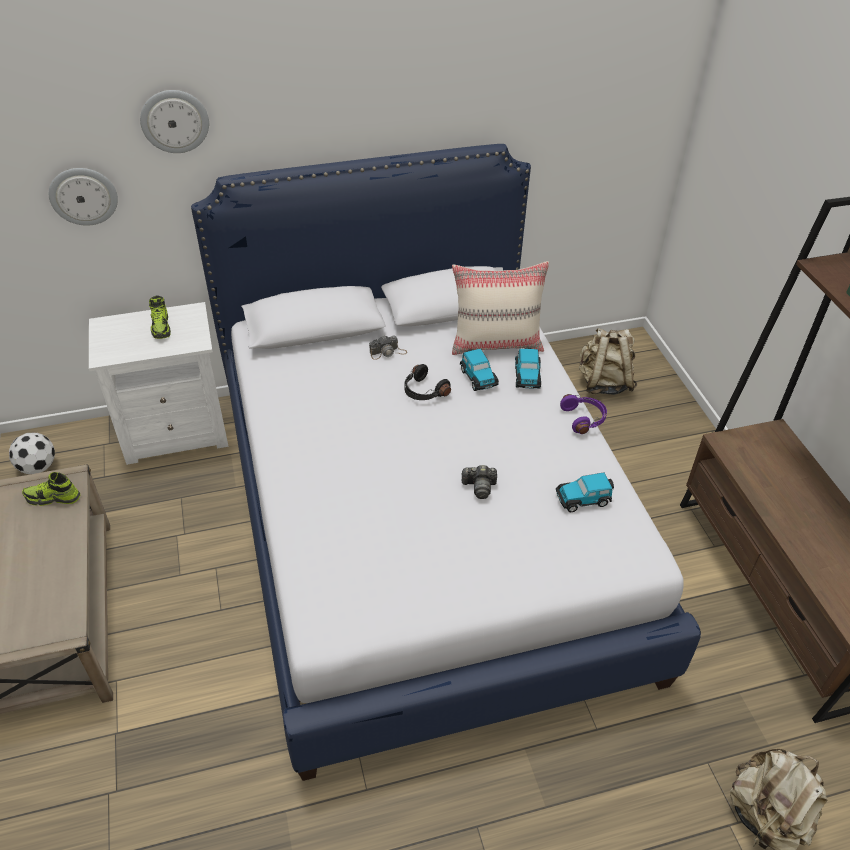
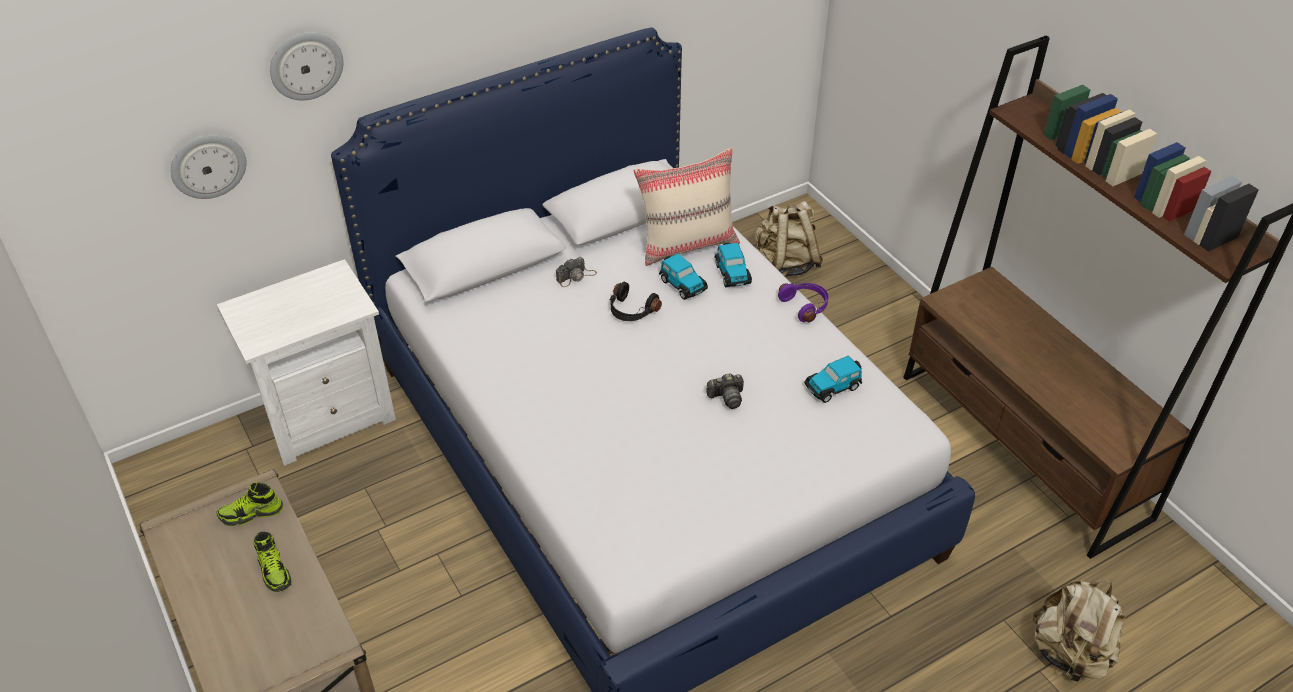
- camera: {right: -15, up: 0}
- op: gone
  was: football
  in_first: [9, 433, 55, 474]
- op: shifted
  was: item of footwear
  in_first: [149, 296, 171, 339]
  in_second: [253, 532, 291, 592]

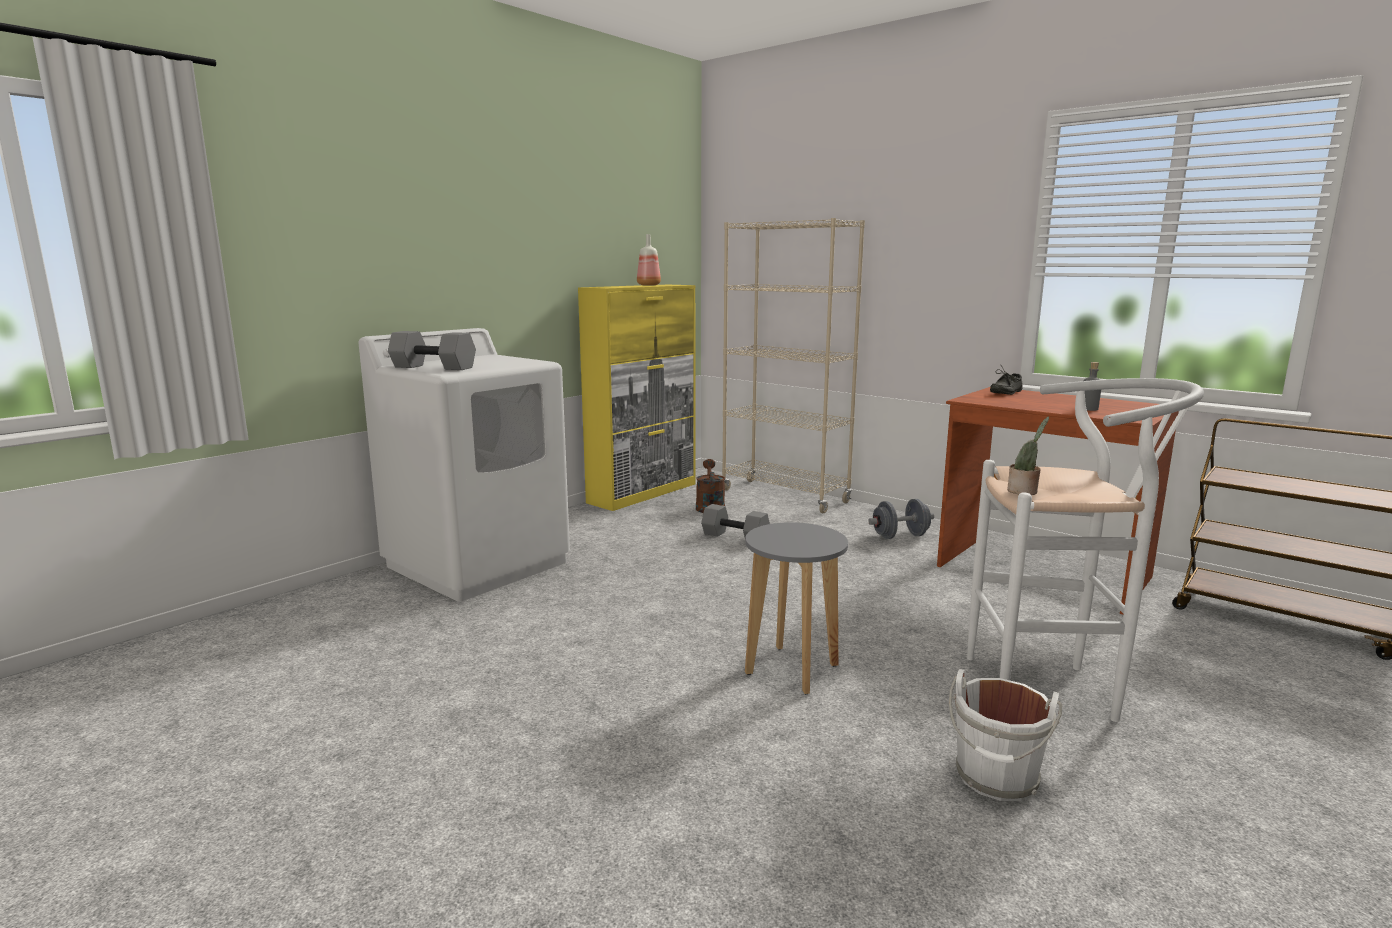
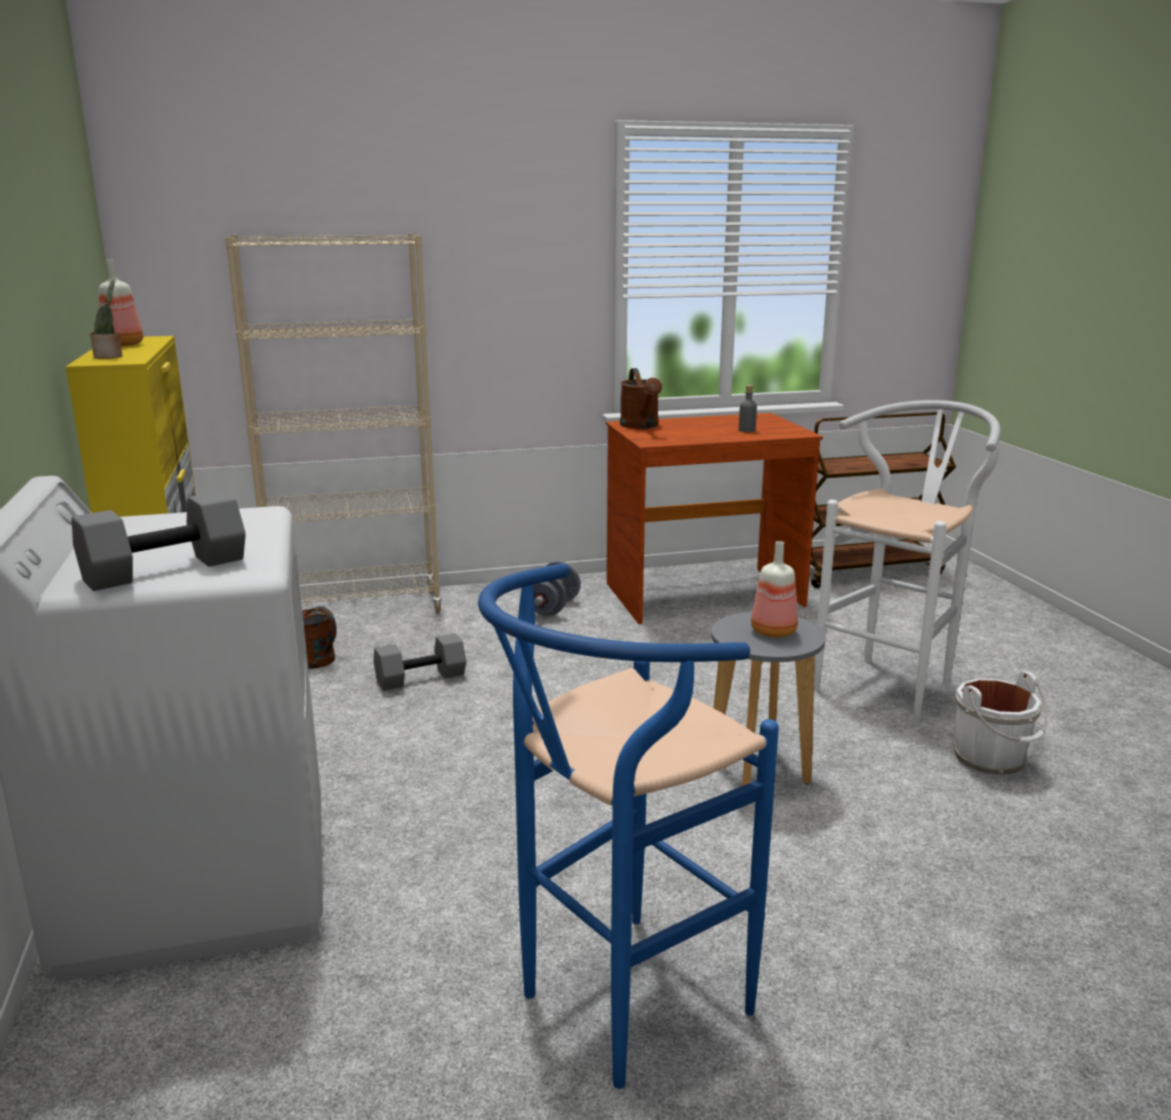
- camera: {right: -55, up: 5}
- op: swapped
  was: gray item of footwear
  now: brown watering pot
  in_first: [990, 365, 1023, 395]
  in_second: [620, 368, 662, 429]
- op: shifted
  was: houseplant
  in_first: [1007, 417, 1049, 495]
  in_second: [90, 279, 122, 358]
- op: new
  now: blue stool seat
  in_second: [478, 564, 779, 1089]
- op: new
  now: beverage bottle
  in_second: [751, 541, 798, 638]

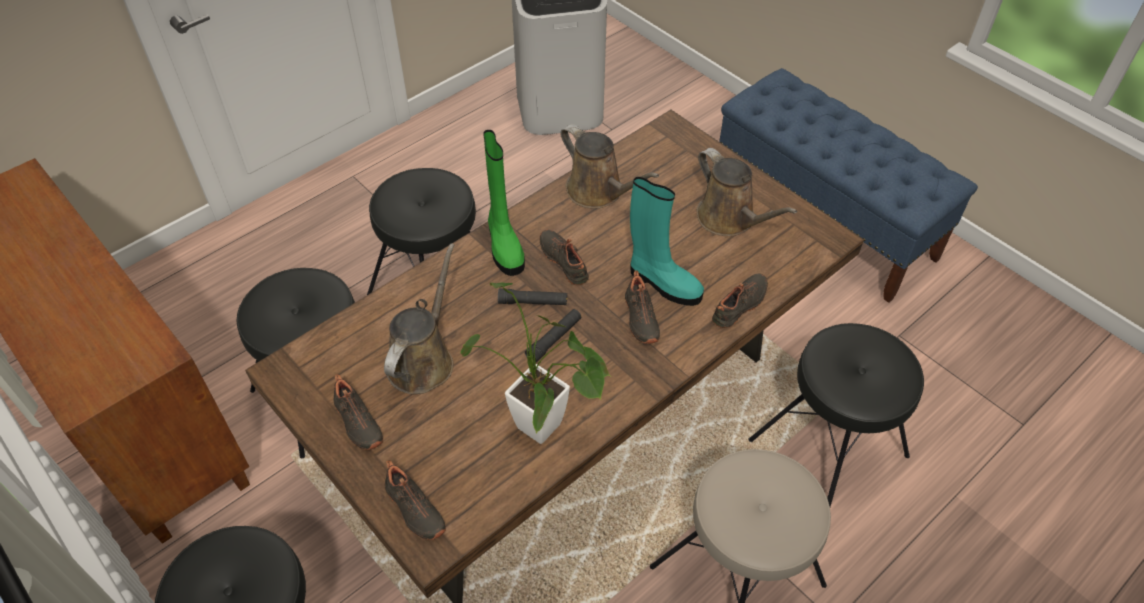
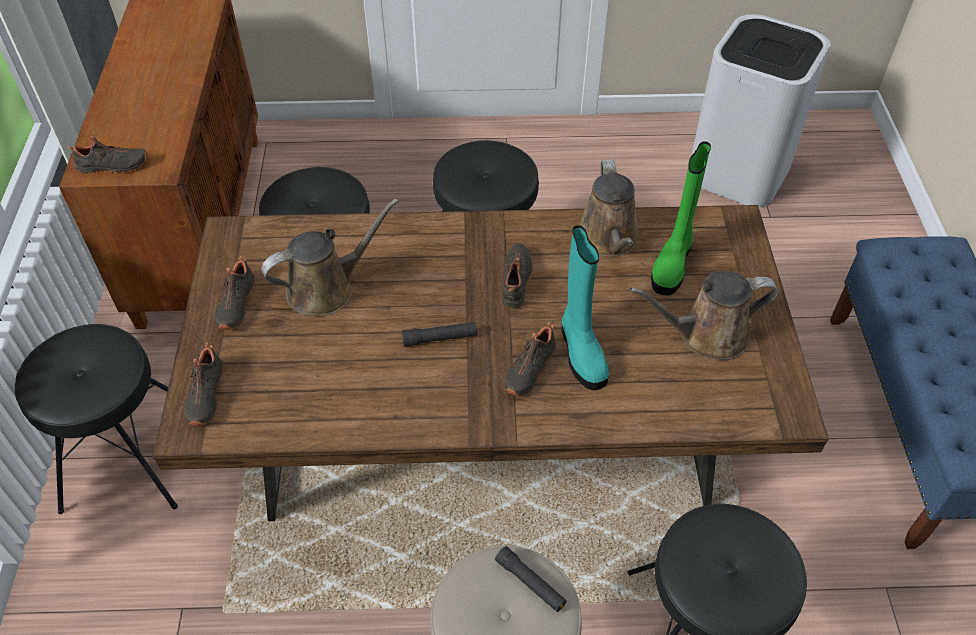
- camera: {right: 40, up: 0}
- op: gone
  was: houseplant
  in_first: [460, 282, 611, 444]
- op: shifted
  was: greenish high-top boot
  in_first: [483, 130, 525, 276]
  in_second: [651, 141, 711, 295]
- op: shifted
  was: black torch
  in_first: [498, 288, 567, 305]
  in_second: [495, 546, 566, 612]
- op: rotated
  was: brown watering pot
  in_first: [696, 148, 797, 236]
  in_second: [630, 271, 779, 360]
  clockwise: 75
- op: shifted
  was: black item of footwear
  in_first: [712, 273, 768, 328]
  in_second: [67, 136, 147, 174]

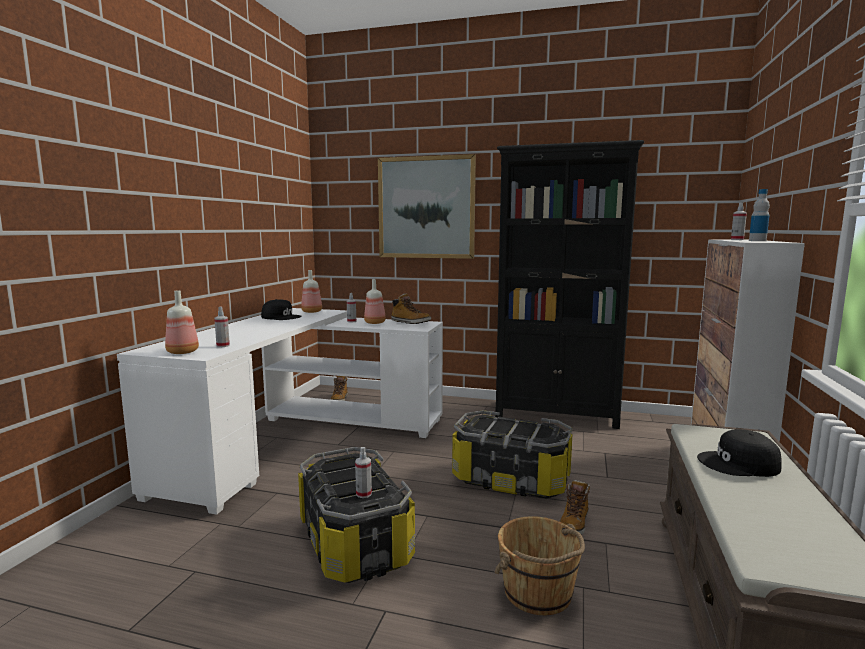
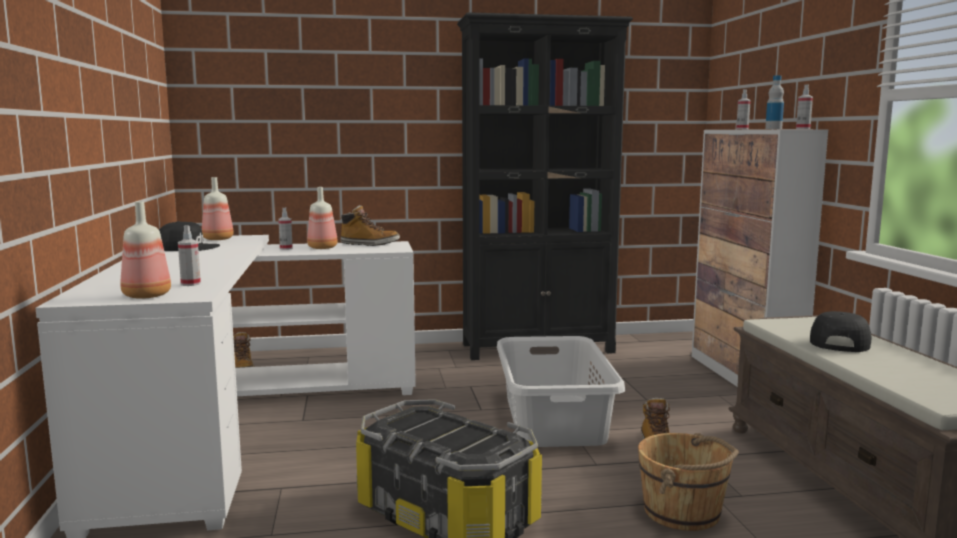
- camera: {right: -25, up: 0}
- op: shifted
  was: sprayer
  in_first: [355, 447, 372, 498]
  in_second: [796, 84, 813, 129]
- op: gone
  was: wall picture
  in_first: [378, 154, 476, 259]
- op: swapped
  was: storage box
  now: gray hamper
  in_first: [452, 410, 573, 499]
  in_second: [497, 336, 625, 447]
- op: rotated
  was: black peaked cap
  in_first: [697, 429, 782, 477]
  in_second: [810, 311, 872, 352]
  clockwise: 135

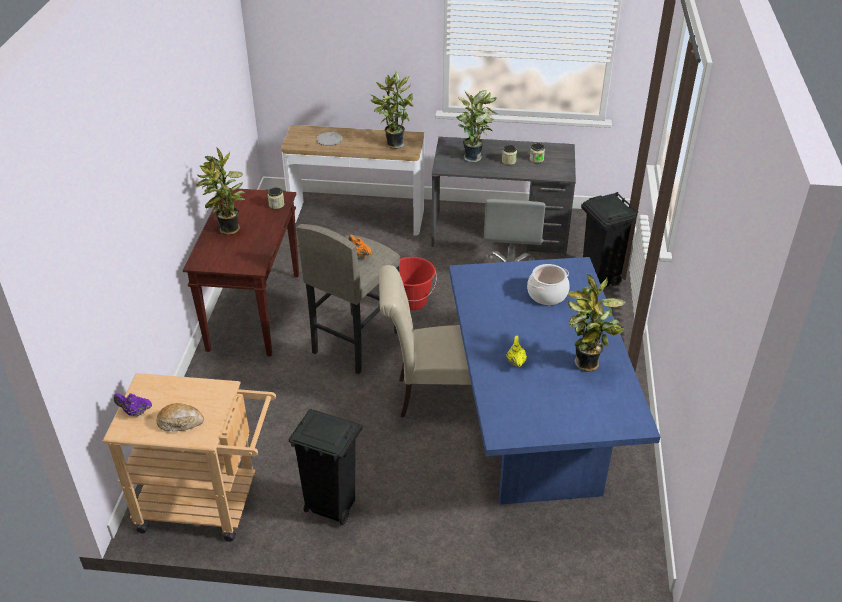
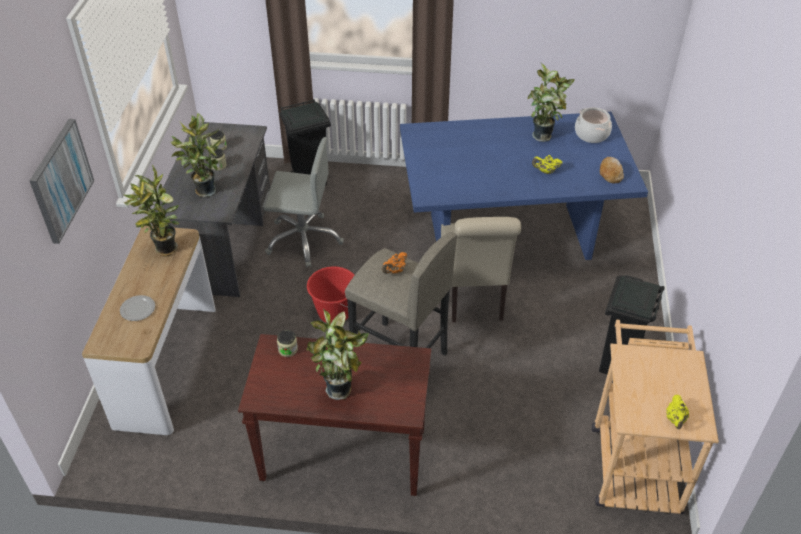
- camera: {right: -90, up: 5}
- op: repainted
  was: purple-coloured teapot
  now: yellow-coloured teapot
  in_first: [114, 393, 152, 417]
  in_second: [666, 395, 689, 429]
- op: shifted
  was: baked bread
  in_first: [156, 403, 204, 431]
  in_second: [600, 157, 624, 183]
- op: shifted
  was: cooking pot
  in_first: [527, 264, 569, 305]
  in_second: [575, 107, 612, 143]
- op: new
  now: wall picture
  in_second: [29, 119, 94, 244]

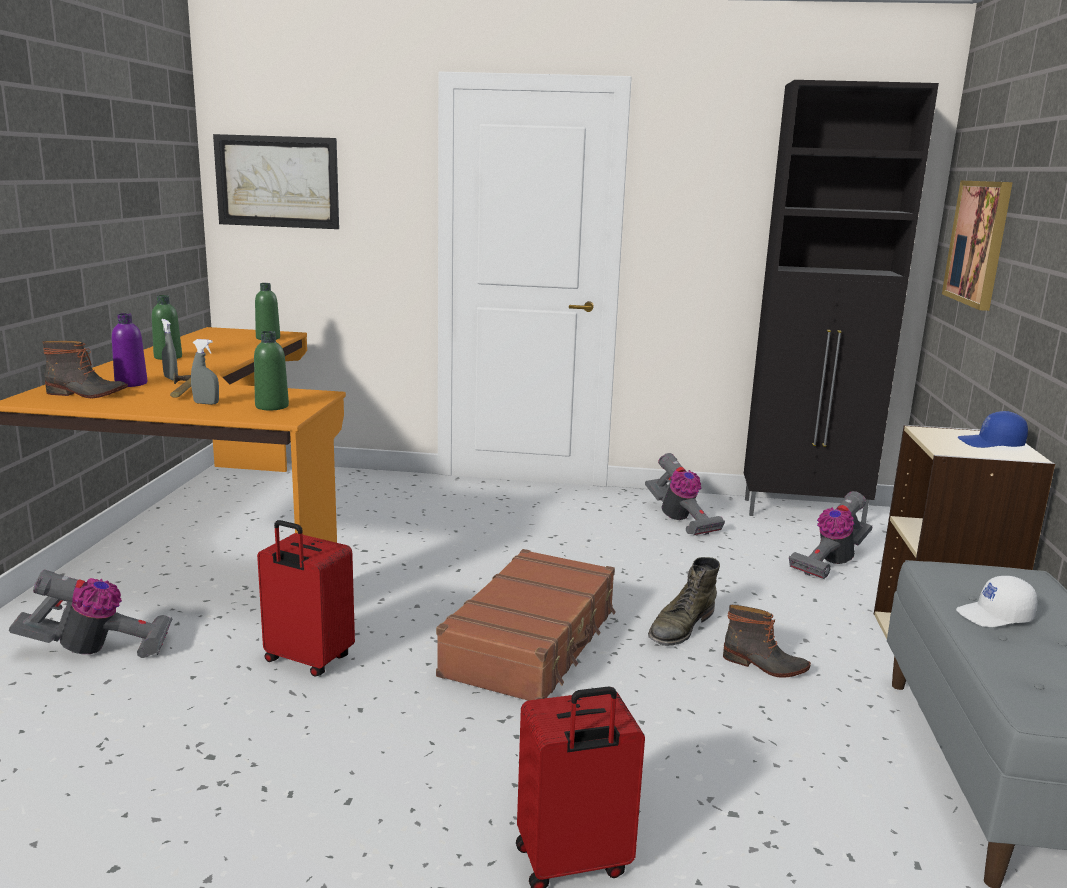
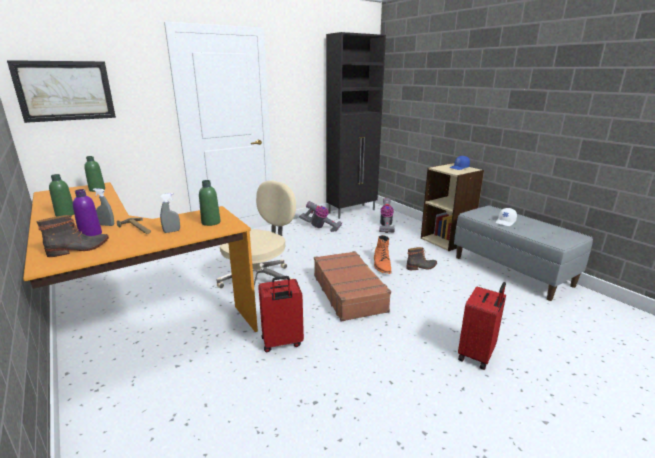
- camera: {right: -40, up: 5}
- op: gone
  was: vacuum cleaner
  in_first: [9, 570, 172, 658]
- op: repainted
  was: greenish high-top boot
  now: orangey high-top boot
  in_first: [648, 557, 720, 646]
  in_second: [374, 235, 391, 274]
- op: gone
  was: wall picture
  in_first: [942, 181, 1013, 311]
- op: new
  now: sand-coloured computer chair
  in_second: [216, 180, 296, 289]

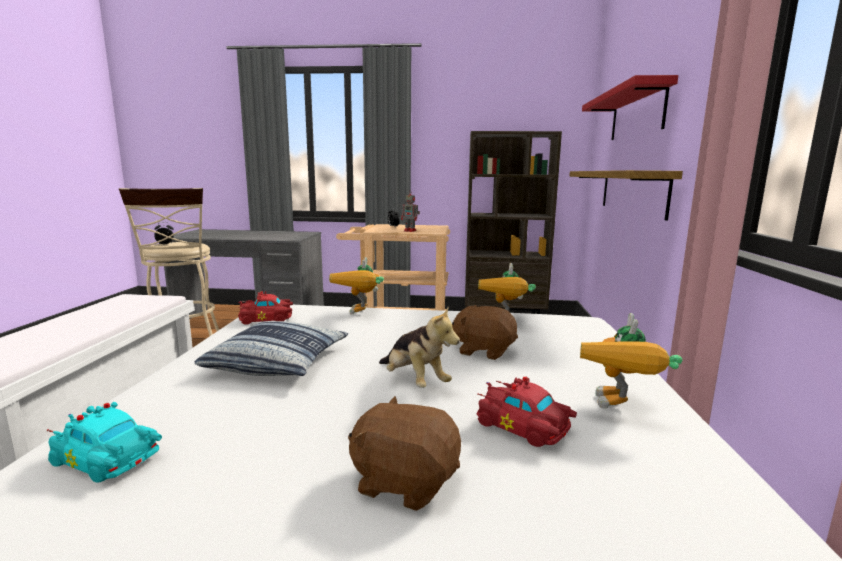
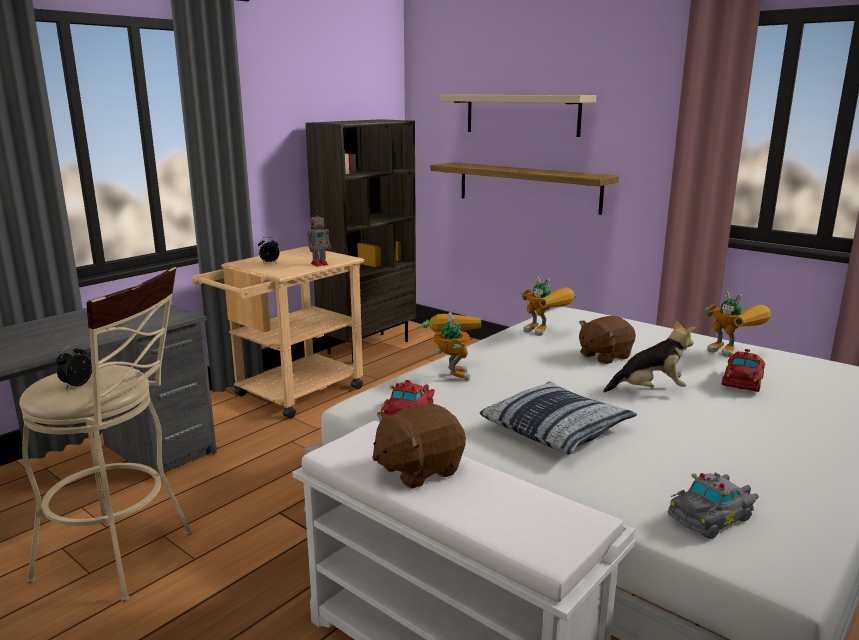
- camera: {right: -55, up: 5}
- op: repainted
  was: turquoise-coloured miniature car
  now: gray miniature car
  in_first: [47, 402, 162, 483]
  in_second: [668, 473, 759, 539]
- op: rotated
  was: model robot
  in_first: [329, 257, 384, 315]
  in_second: [422, 312, 481, 381]
  clockwise: -135
- op: shifted
  was: brown plush toy
  in_first: [348, 396, 461, 511]
  in_second: [372, 403, 466, 489]
- op: rotated
  was: reddish miniature car
  in_first: [477, 376, 577, 447]
  in_second: [722, 349, 765, 392]
  clockwise: -45
- op: repainted
  was: reddish bracket shelf
  now: sand-coloured bracket shelf
  in_first: [582, 75, 678, 140]
  in_second: [440, 95, 596, 137]

